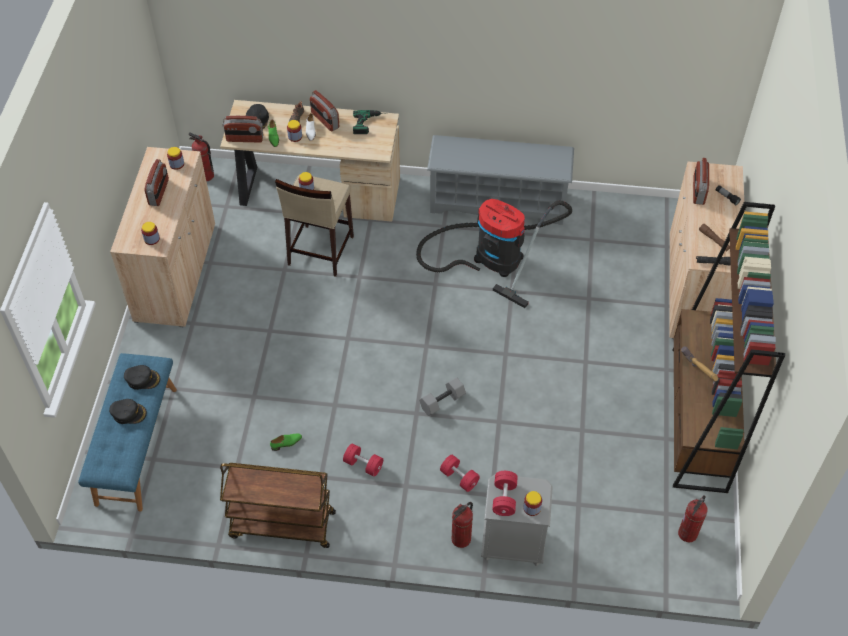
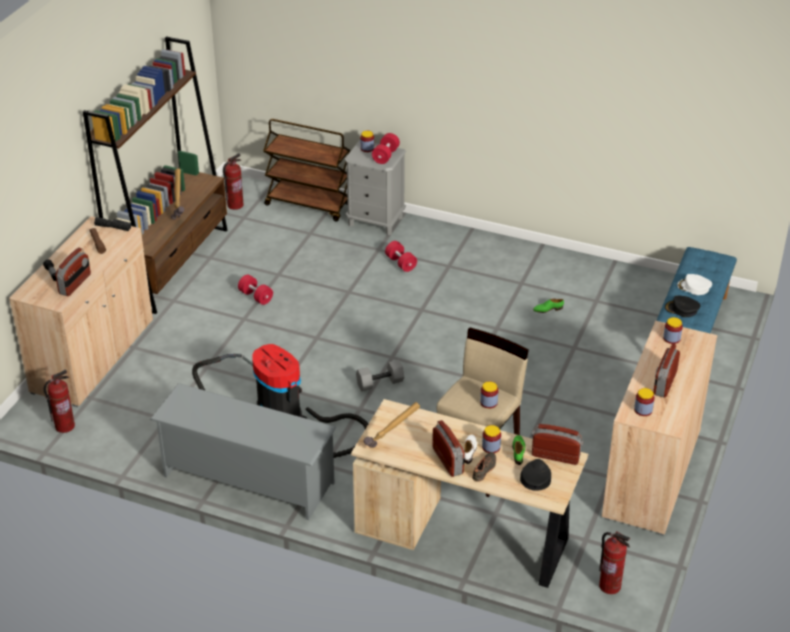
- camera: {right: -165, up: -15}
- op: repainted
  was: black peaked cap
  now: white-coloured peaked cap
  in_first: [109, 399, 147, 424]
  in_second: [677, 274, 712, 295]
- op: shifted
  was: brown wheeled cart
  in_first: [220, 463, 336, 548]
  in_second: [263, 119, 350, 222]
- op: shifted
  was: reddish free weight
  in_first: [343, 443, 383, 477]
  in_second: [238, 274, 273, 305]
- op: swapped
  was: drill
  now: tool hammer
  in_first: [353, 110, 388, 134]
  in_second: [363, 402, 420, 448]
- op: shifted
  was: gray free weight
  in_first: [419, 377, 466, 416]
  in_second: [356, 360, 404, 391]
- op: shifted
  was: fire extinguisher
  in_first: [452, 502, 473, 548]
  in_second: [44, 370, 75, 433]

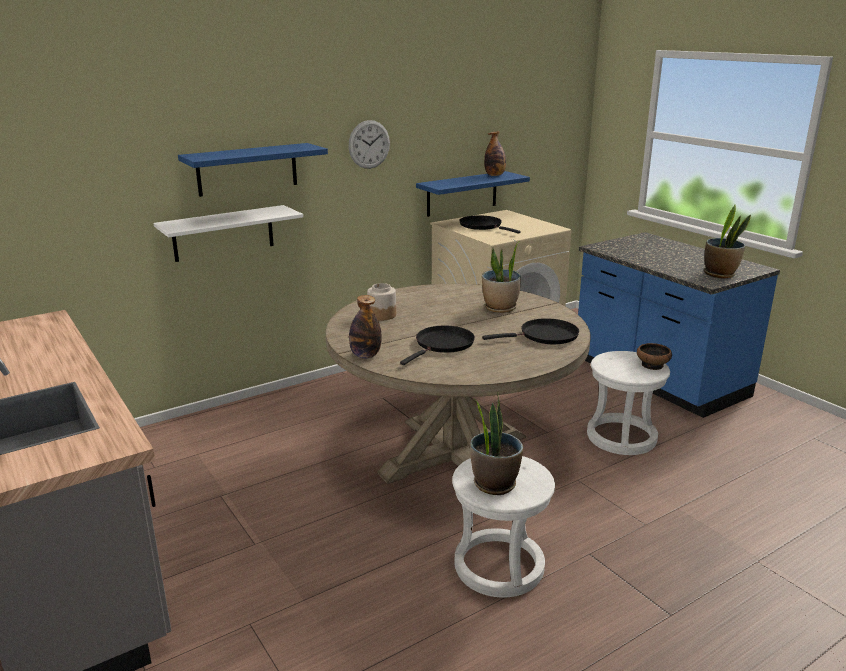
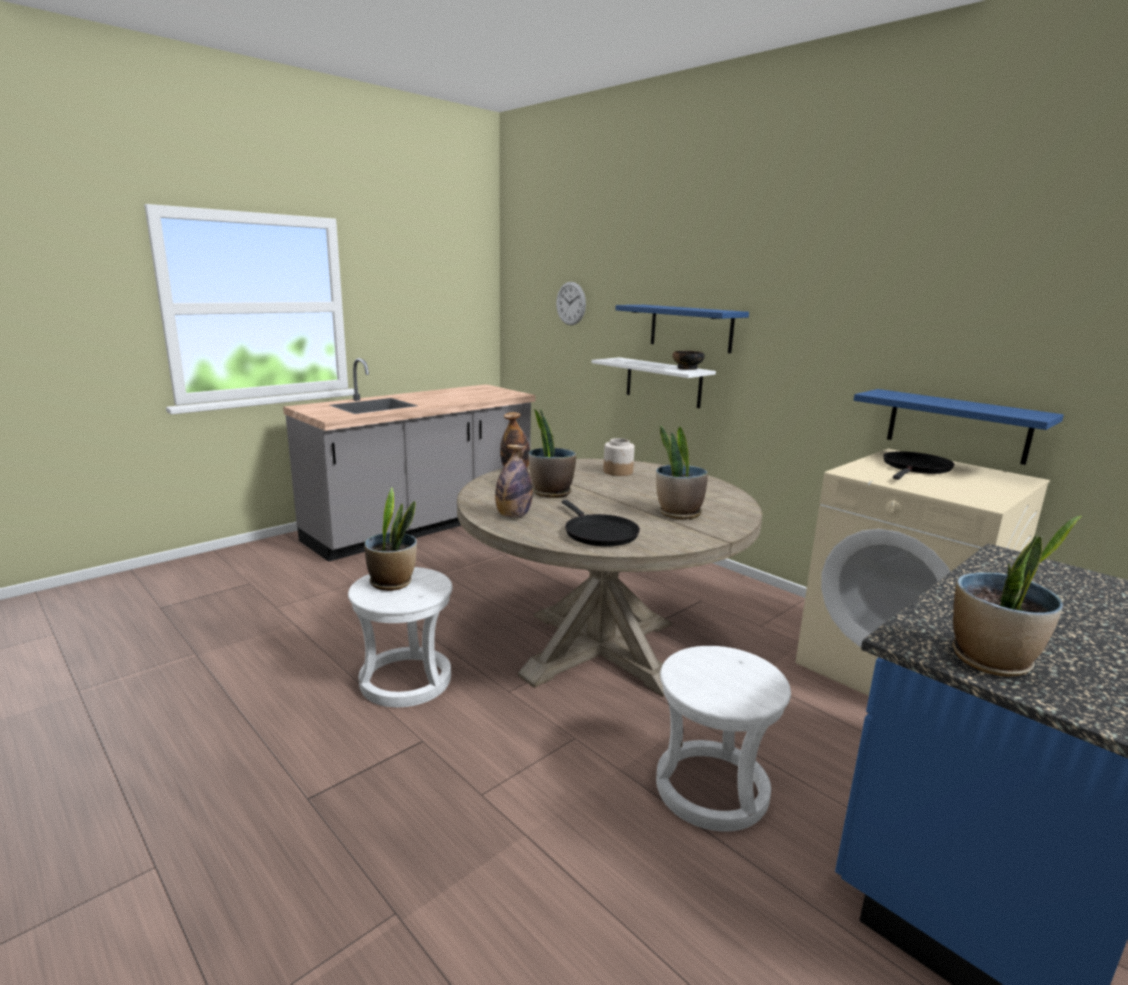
- camera: {right: 80, up: -5}
- op: shifted
  was: wall clock
  in_first: [348, 120, 390, 169]
  in_second: [556, 282, 586, 325]
- op: swapped
  was: black frying pan
  now: houseplant
  in_first: [400, 326, 475, 365]
  in_second: [528, 408, 576, 498]
- op: shifted
  was: beverage bottle
  in_first: [484, 131, 506, 176]
  in_second: [495, 445, 533, 518]
- op: shifted
  was: deep dish
  in_first: [637, 343, 672, 370]
  in_second: [672, 351, 705, 370]

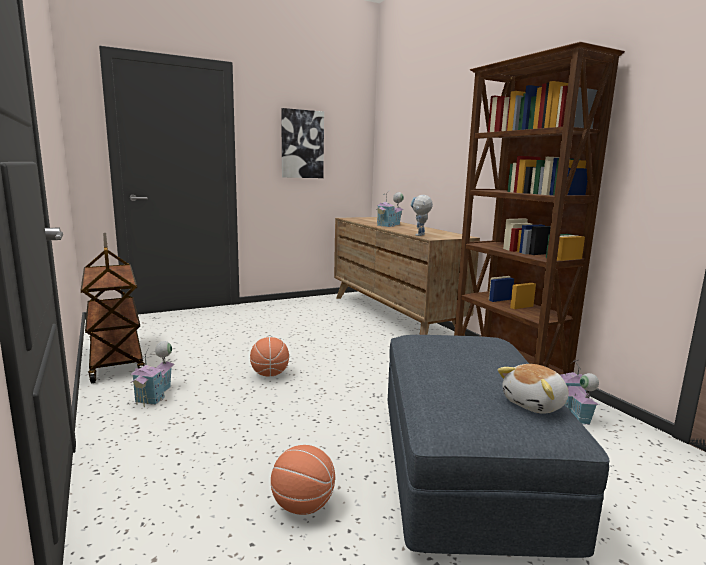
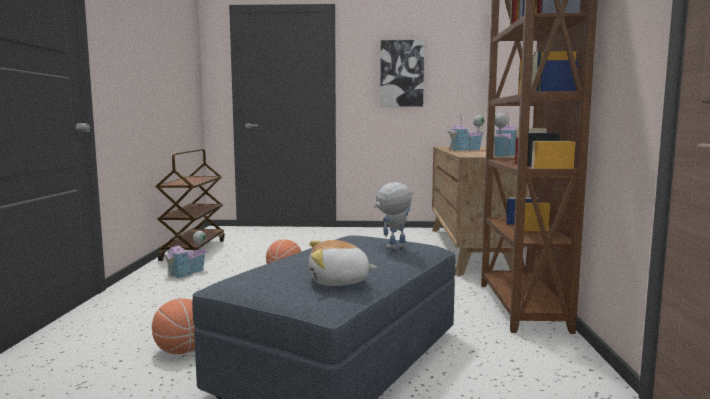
- camera: {right: 30, up: -5}
- op: shifted
  was: model robot
  in_first: [411, 195, 433, 236]
  in_second: [374, 182, 413, 249]
- op: shifted
  was: toy house
  in_first: [560, 360, 599, 425]
  in_second: [494, 111, 517, 157]

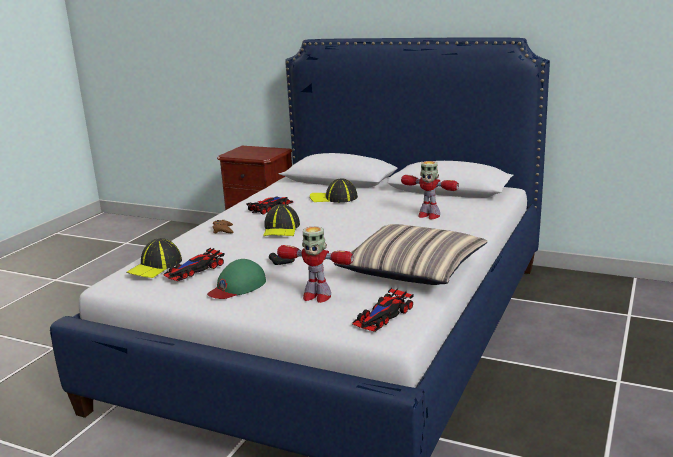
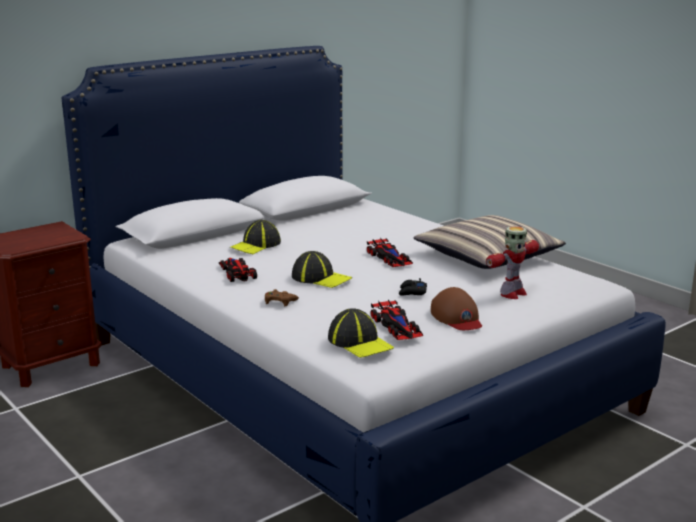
- camera: {right: -65, up: 0}
- op: repainted
  was: greenish peaked cap
  now: brown peaked cap
  in_first: [207, 259, 266, 299]
  in_second: [431, 287, 482, 330]
- op: shifted
  was: miniature car
  in_first: [352, 288, 413, 332]
  in_second: [367, 238, 413, 267]
- op: gone
  was: model robot
  in_first: [401, 161, 459, 219]

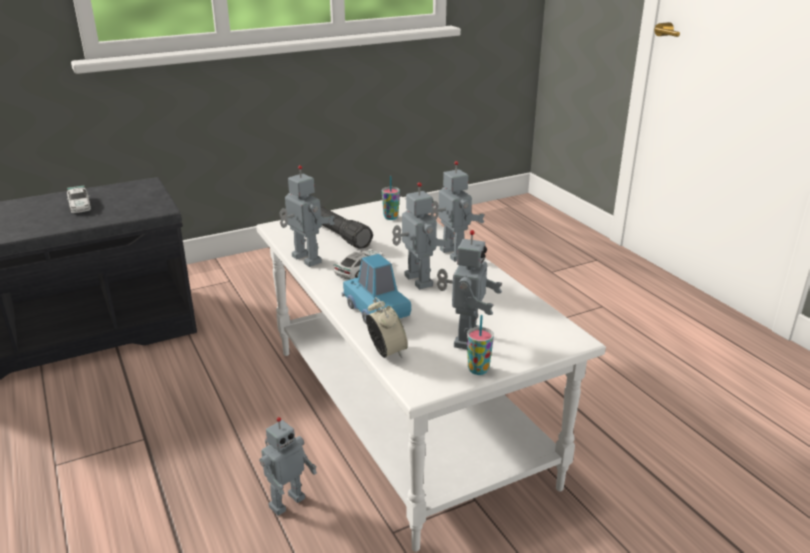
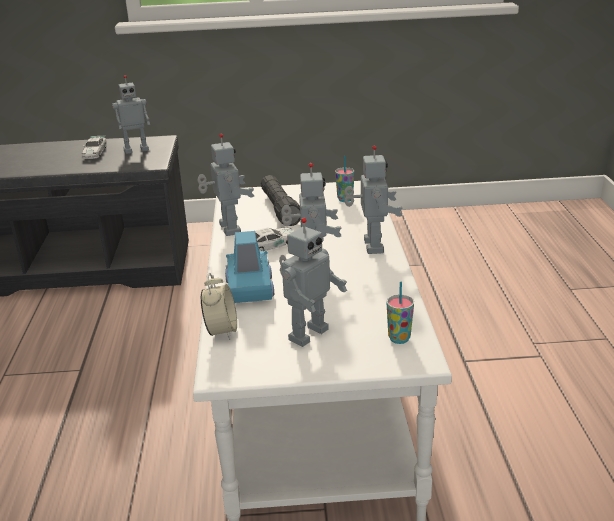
- camera: {right: 25, up: 0}
- op: shifted
  was: model robot
  in_first: [259, 417, 317, 516]
  in_second: [112, 75, 150, 154]
- op: shifted
  was: small cup
  in_first: [467, 315, 494, 375]
  in_second: [387, 282, 414, 344]

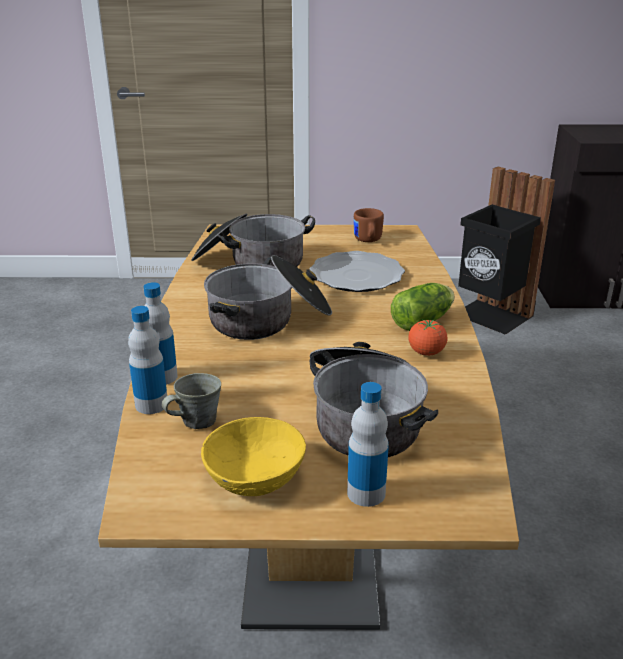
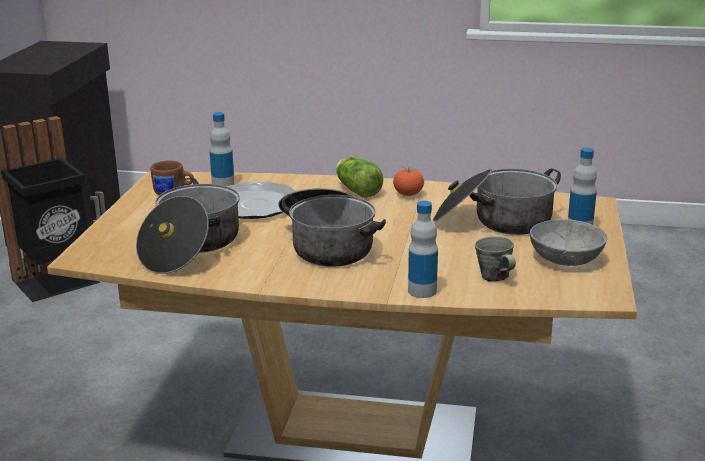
- camera: {right: -80, up: -5}
- op: shifted
  was: beverage bottle
  in_first: [128, 306, 167, 414]
  in_second: [210, 112, 235, 186]
- op: repainted
  was: yellow-coloured deep dish
  now: gray deep dish
  in_first: [201, 417, 306, 496]
  in_second: [530, 219, 607, 266]

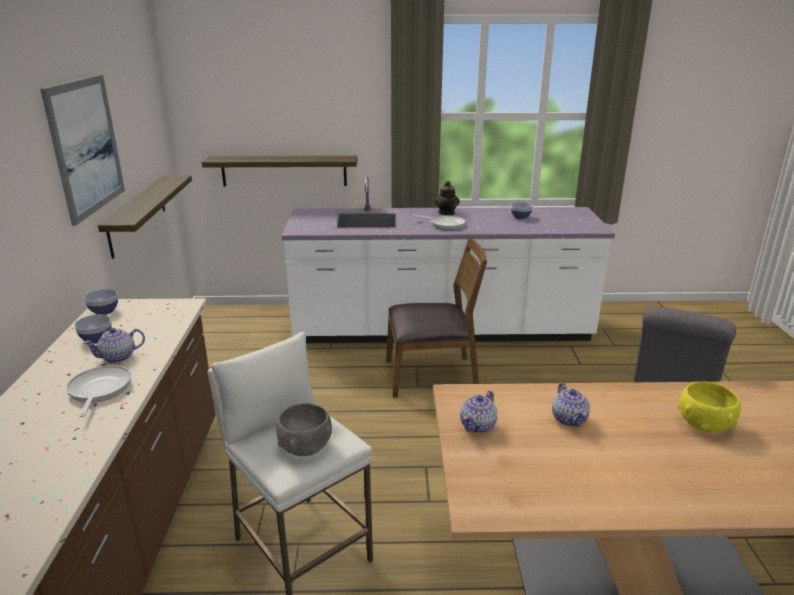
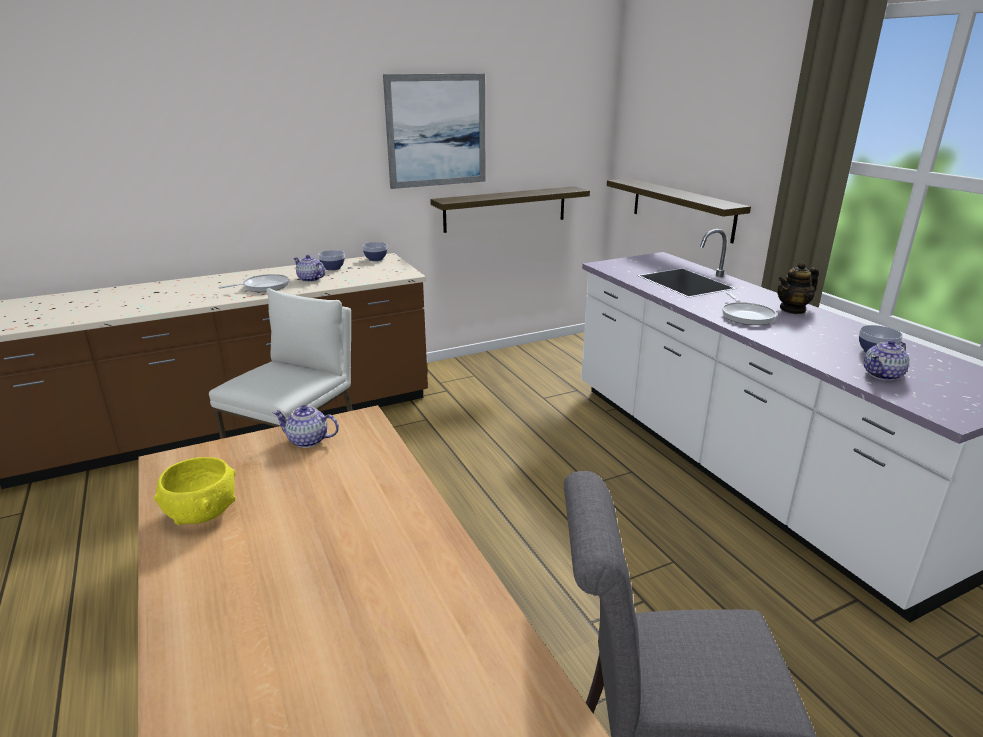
- camera: {right: 65, up: 0}
- op: gone
  was: gray deep dish
  in_first: [276, 403, 332, 456]
- op: gone
  was: brown chair
  in_first: [387, 237, 487, 398]
- op: shifted
  was: teapot
  in_first: [552, 383, 590, 427]
  in_second: [864, 340, 909, 381]
- op: shifted
  was: yellow-coloured deep dish
  in_first: [678, 382, 741, 432]
  in_second: [154, 457, 236, 525]

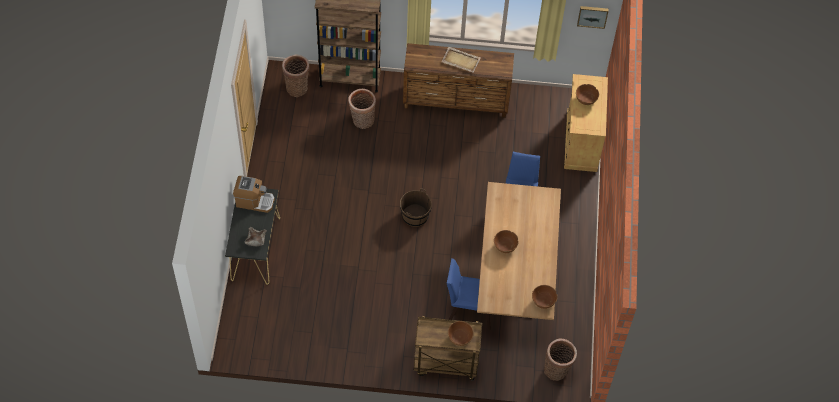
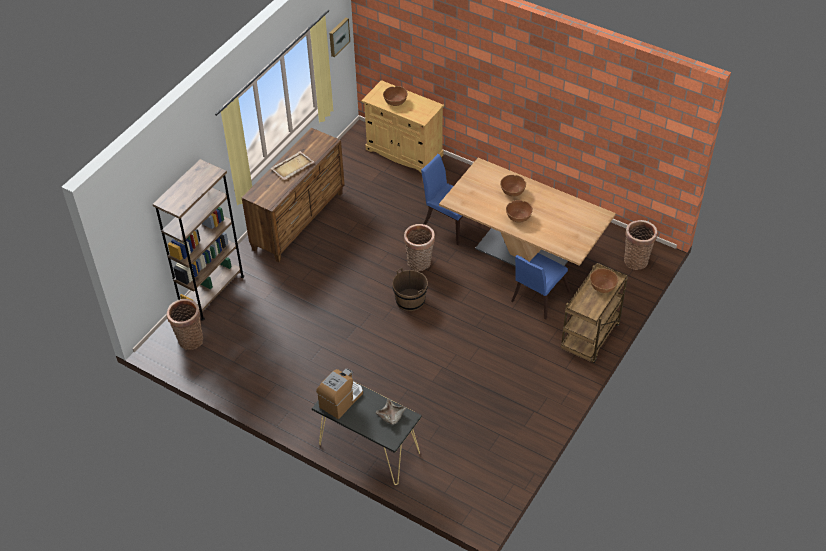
- camera: {right: -60, up: -10}
- op: shifted
  was: basket
  in_first: [348, 89, 376, 129]
  in_second: [404, 224, 435, 271]
- op: shifted
  was: brown deep dish
  in_first: [532, 285, 558, 309]
  in_second: [500, 175, 526, 197]

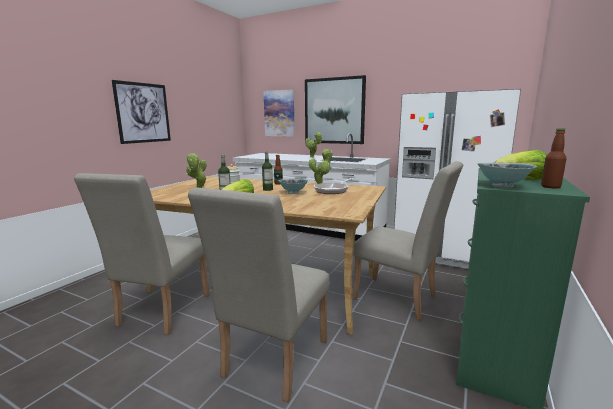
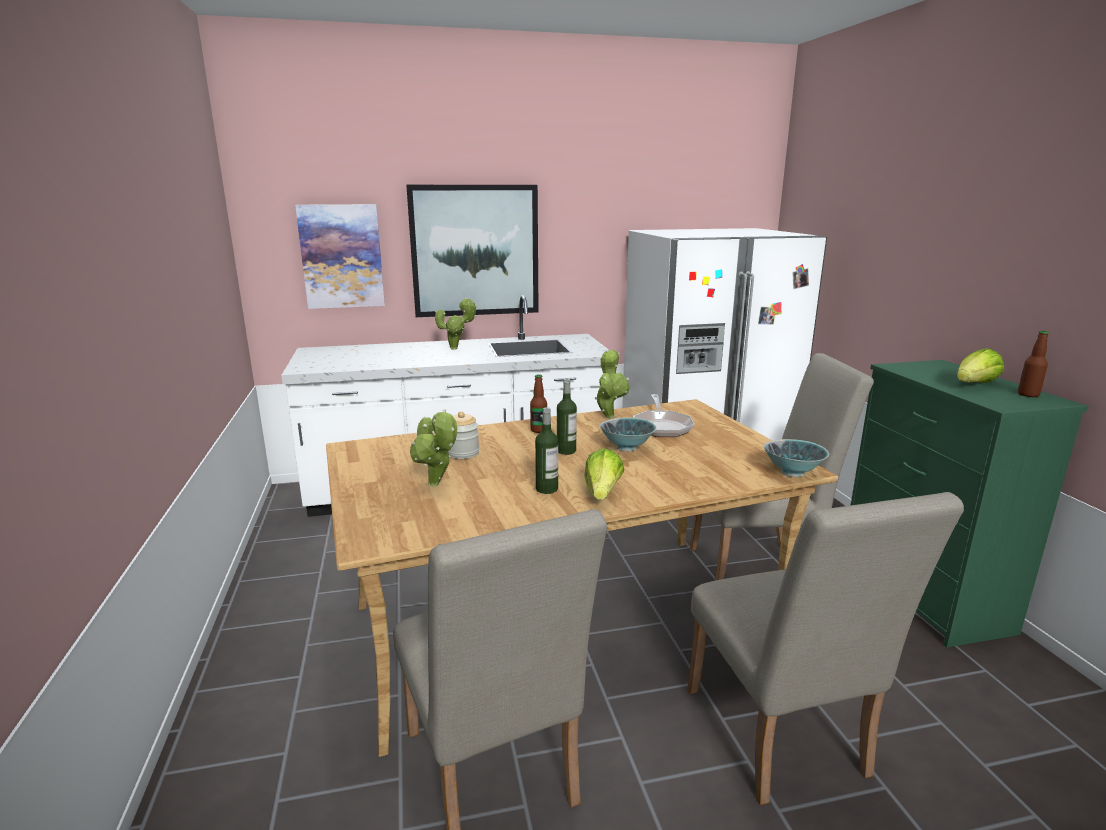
- camera: {right: -40, up: 5}
- op: gone
  was: wall picture
  in_first: [112, 80, 171, 144]
- op: shifted
  was: deep dish
  in_first: [477, 163, 537, 187]
  in_second: [763, 439, 829, 477]

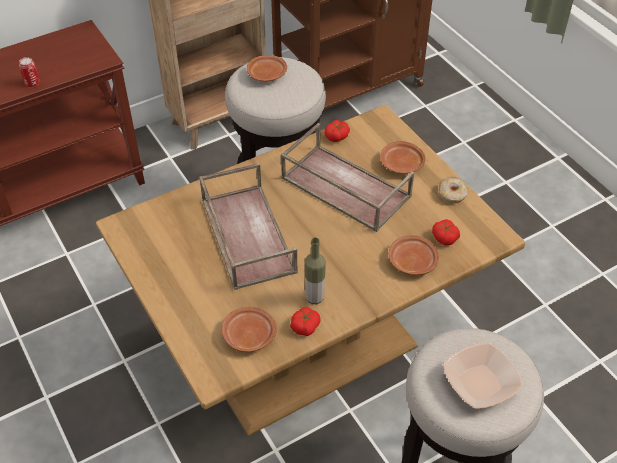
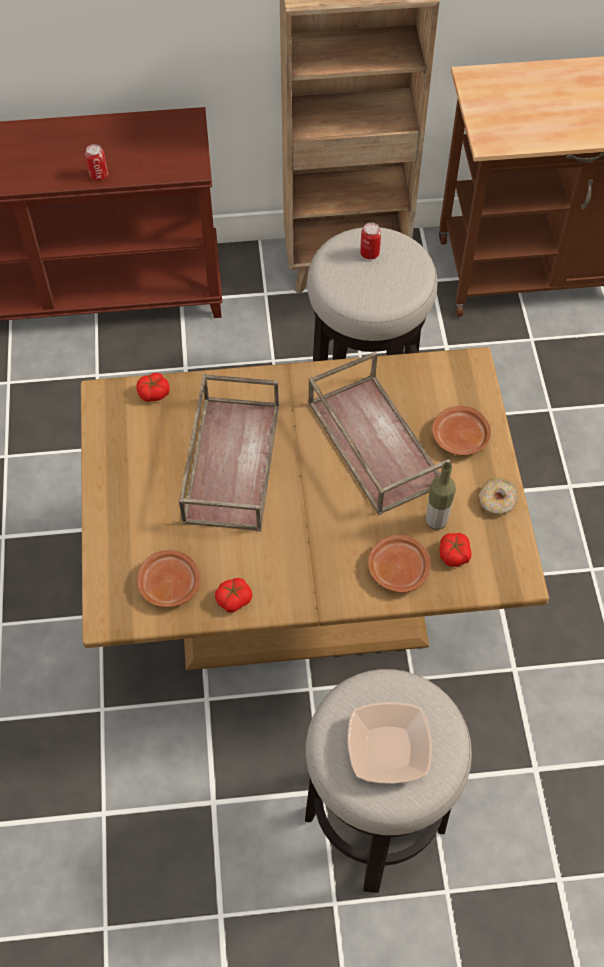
- camera: {right: 25, up: 10}
- op: swapped
  was: brown flat dish
  now: metal can
  in_first: [247, 55, 287, 82]
  in_second: [360, 223, 381, 259]
- op: shifted
  was: beverage bottle
  in_first: [305, 238, 326, 304]
  in_second: [426, 462, 456, 530]
- op: shifted
  was: whole tomato
  in_first: [324, 120, 350, 142]
  in_second: [136, 373, 170, 402]

